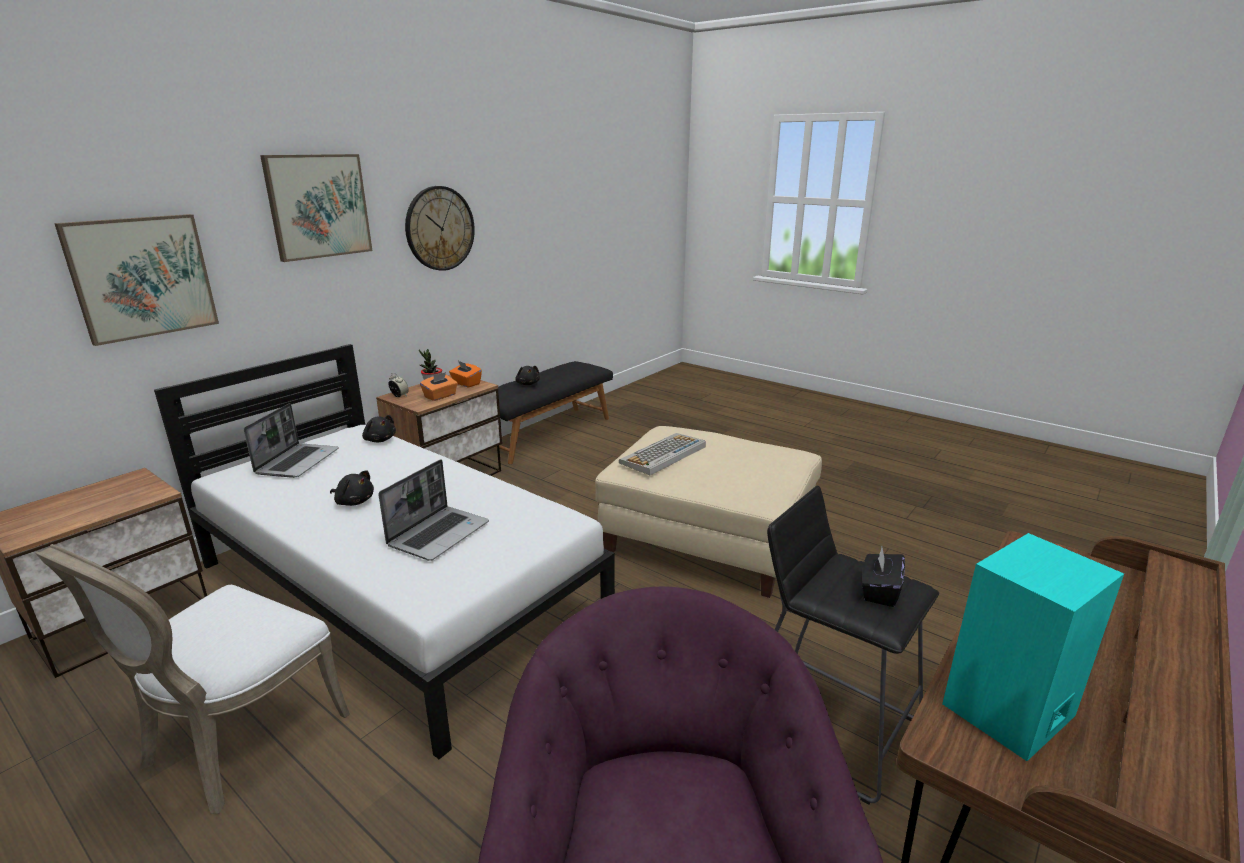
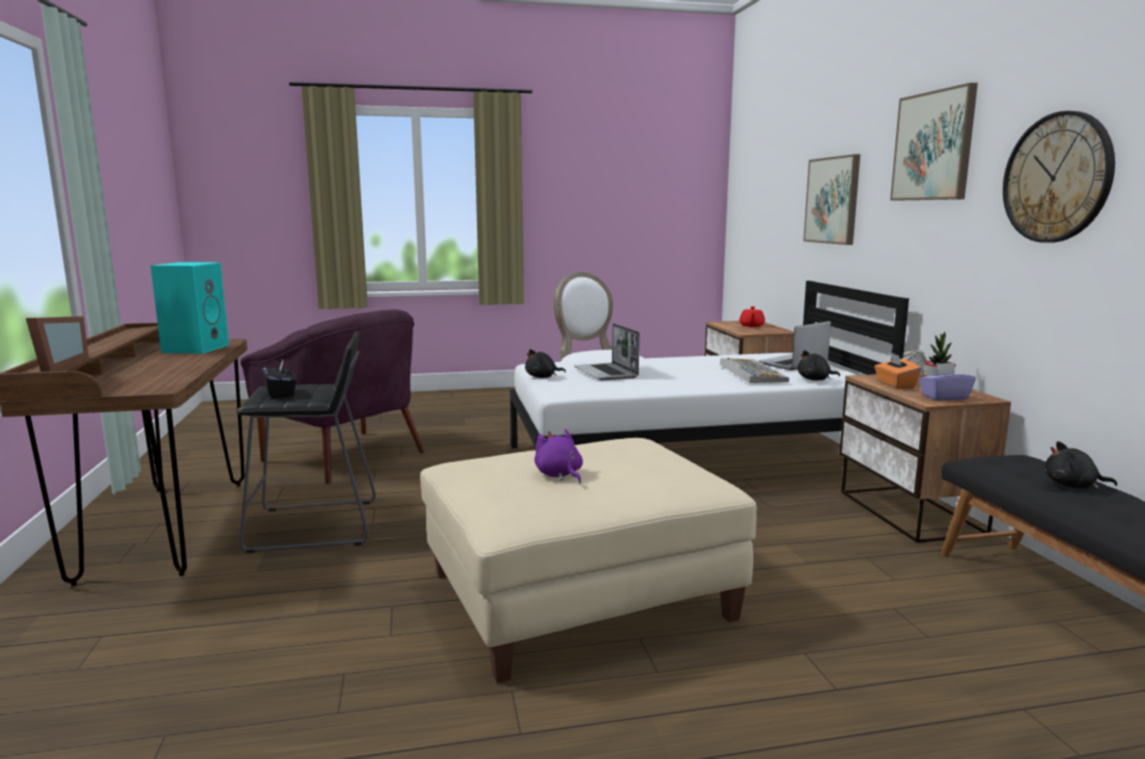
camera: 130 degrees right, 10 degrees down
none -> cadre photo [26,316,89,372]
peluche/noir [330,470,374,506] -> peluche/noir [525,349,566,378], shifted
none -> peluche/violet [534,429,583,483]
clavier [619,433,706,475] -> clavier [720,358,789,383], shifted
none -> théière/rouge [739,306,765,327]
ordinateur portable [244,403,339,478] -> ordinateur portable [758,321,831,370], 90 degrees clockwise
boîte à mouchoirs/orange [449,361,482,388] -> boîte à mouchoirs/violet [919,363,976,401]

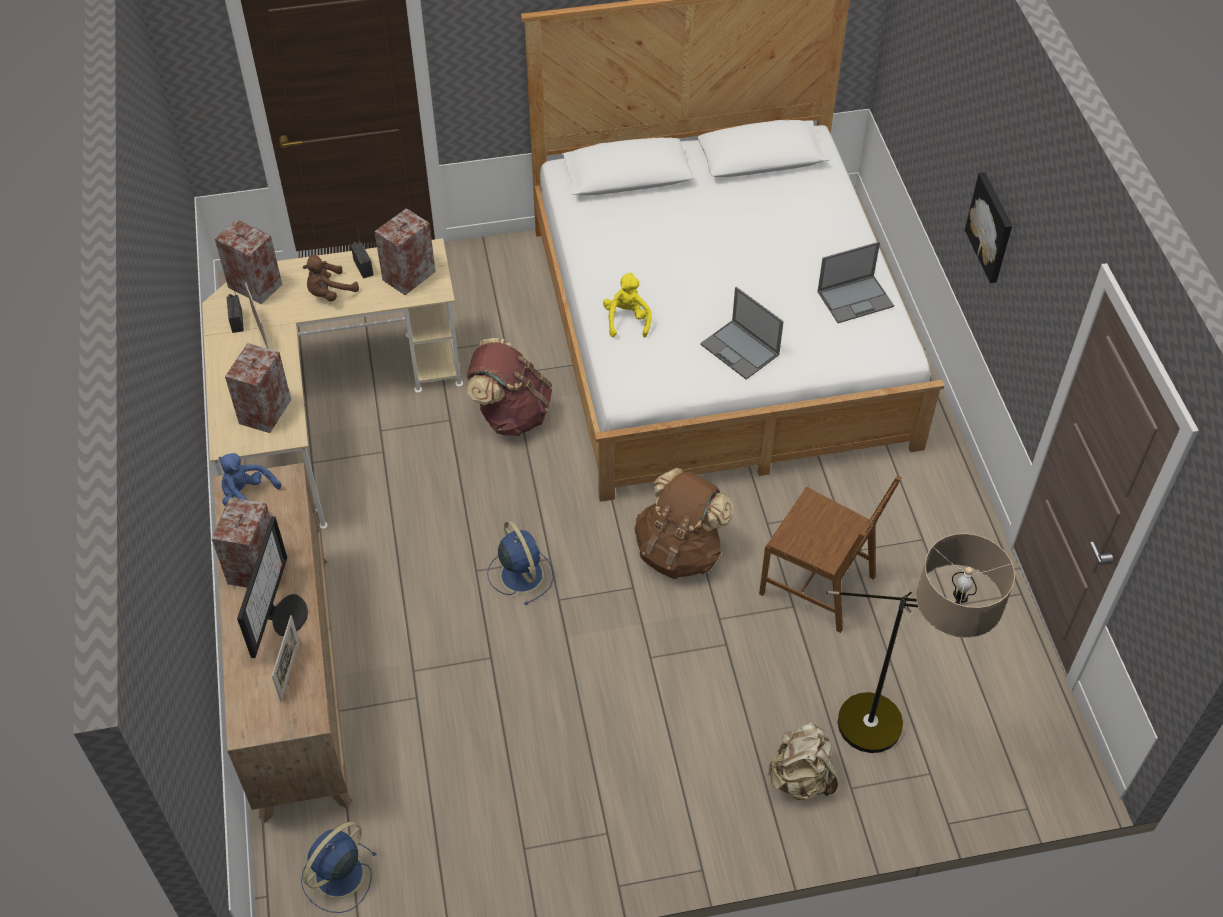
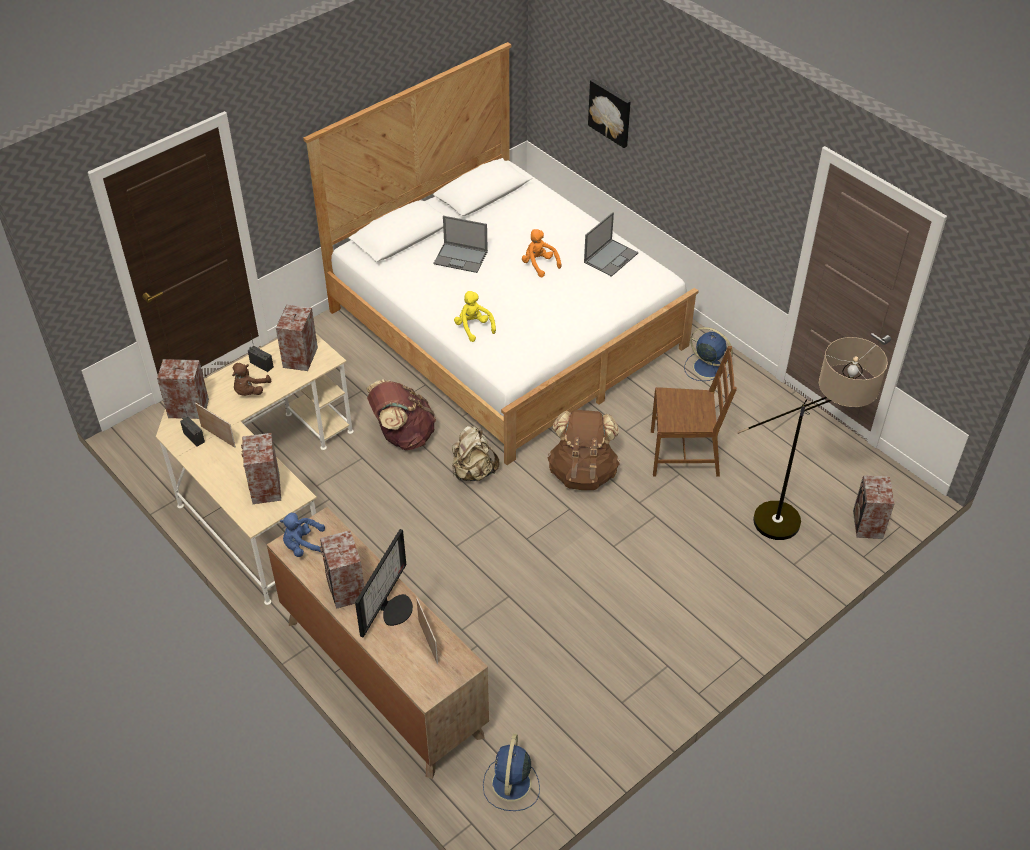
camera: 30 degrees left, 5 degrees down
écran d'ordinateur [237,516,308,658] -> écran d'ordinateur [355,529,413,637], 45 degrees clockwise
ordinateur portable [700,287,784,380] -> ordinateur portable [433,216,488,273], shifted
sac à dos/beige [767,722,838,800] -> sac à dos/beige [452,426,500,481], shifted
none -> peluche/orange [522,229,562,278]
tableau [965,172,1012,283] -> tableau [588,79,631,148], shifted
ventilateur/bleu [487,520,554,605] -> ventilateur/bleu [684,327,733,381], shifted
none -> enceinte [853,475,894,539]

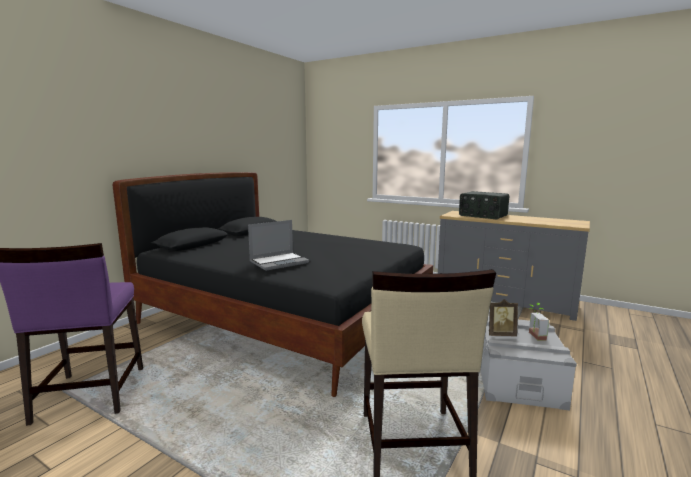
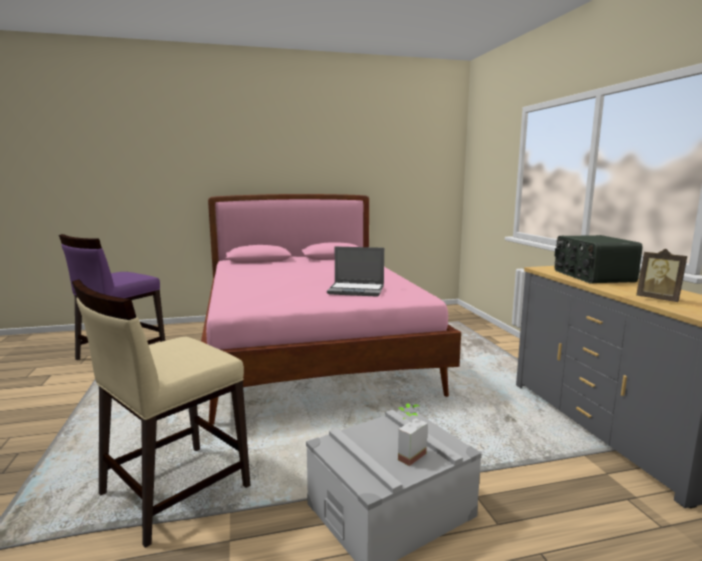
camera: 45 degrees right, 0 degrees up
lit/noir [112,172,433,397] -> lit/rose [201,194,461,425]
ordinateur portable [248,220,309,271] -> ordinateur portable [327,246,384,297], shifted
cadre photo [489,299,518,336] -> cadre photo [636,249,687,302], shifted

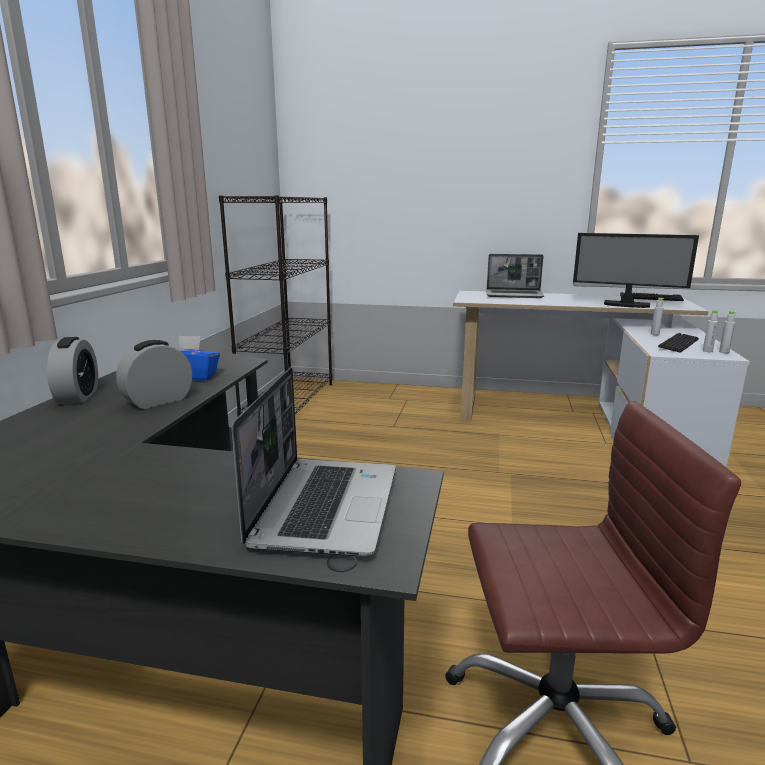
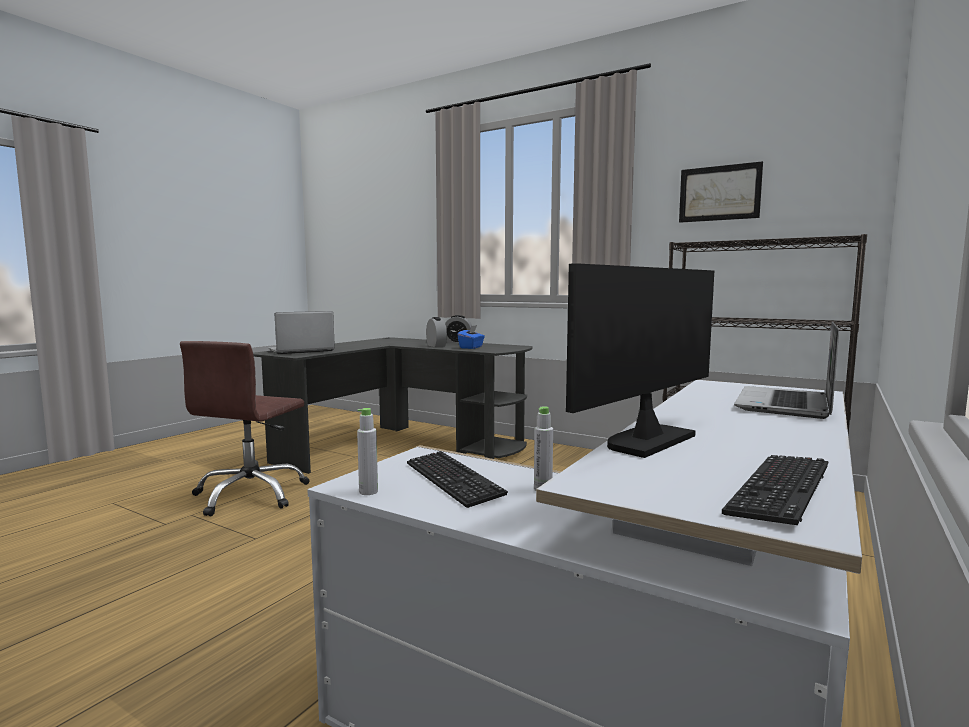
camera: 110 degrees right, 10 degrees down
ordinateur portable [232,367,396,556] -> ordinateur portable [268,311,335,354], 120 degrees clockwise
none -> tableau [679,161,763,223]
bouteille/gris [703,310,718,352] -> none

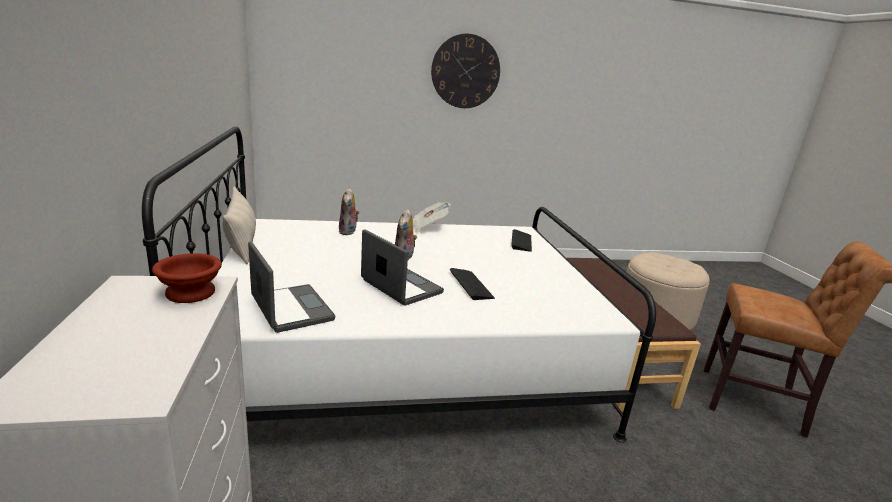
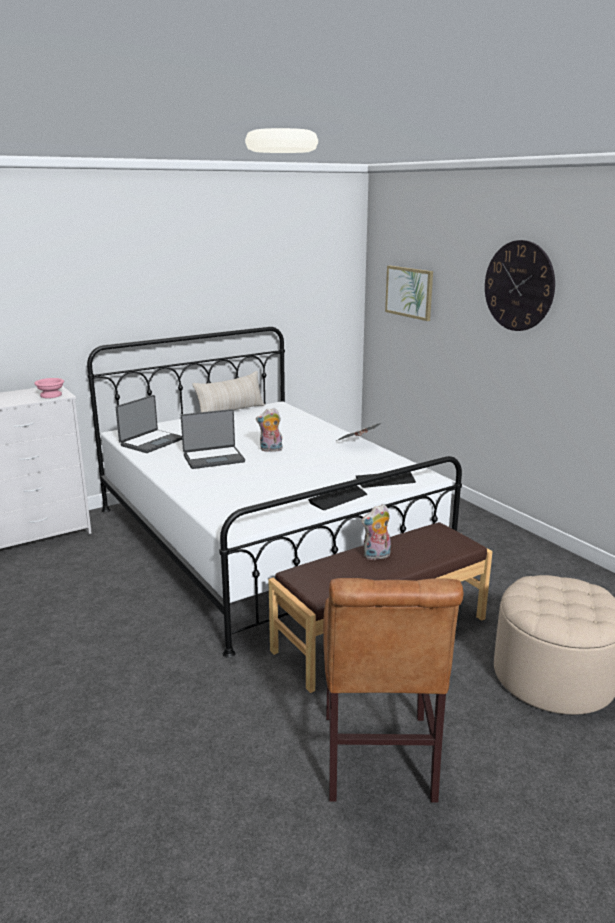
camera: 70 degrees right, 0 degrees up
bol/marron [152,253,222,303] -> bol/rose [34,378,64,398]
ordinateur portable [361,230,444,306] -> ordinateur portable [181,409,245,469], 45 degrees clockwise
clavier [450,268,495,300] -> clavier [308,485,367,510], shifted
peluche [339,188,360,235] -> peluche [361,504,391,560], shifted
none -> tableau [385,266,433,321]

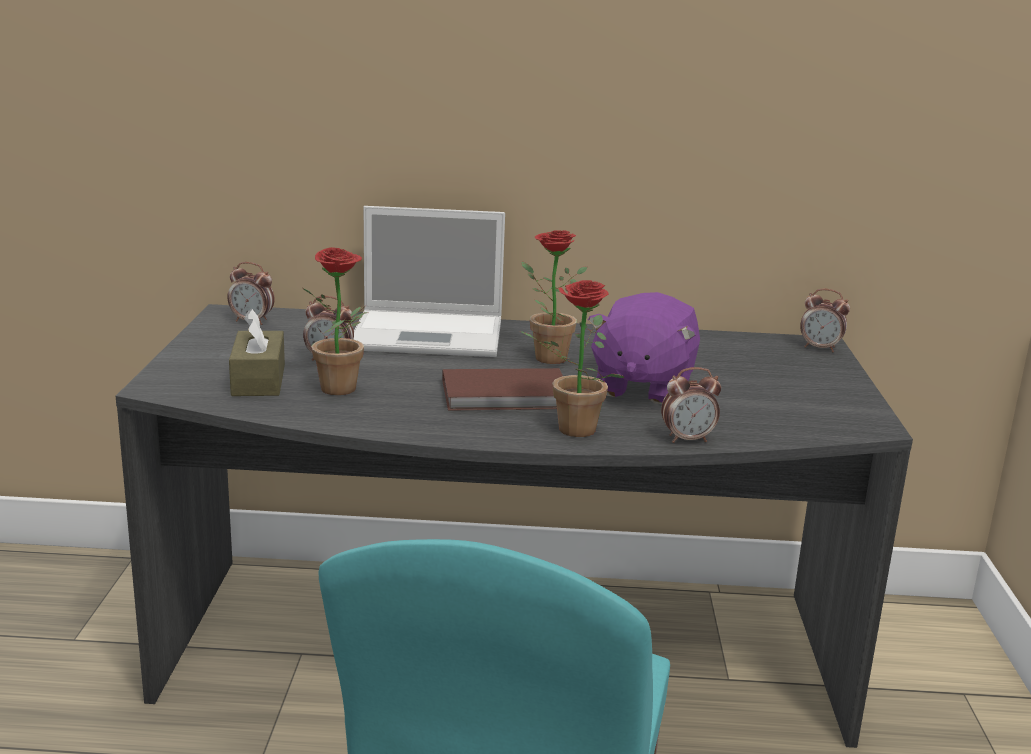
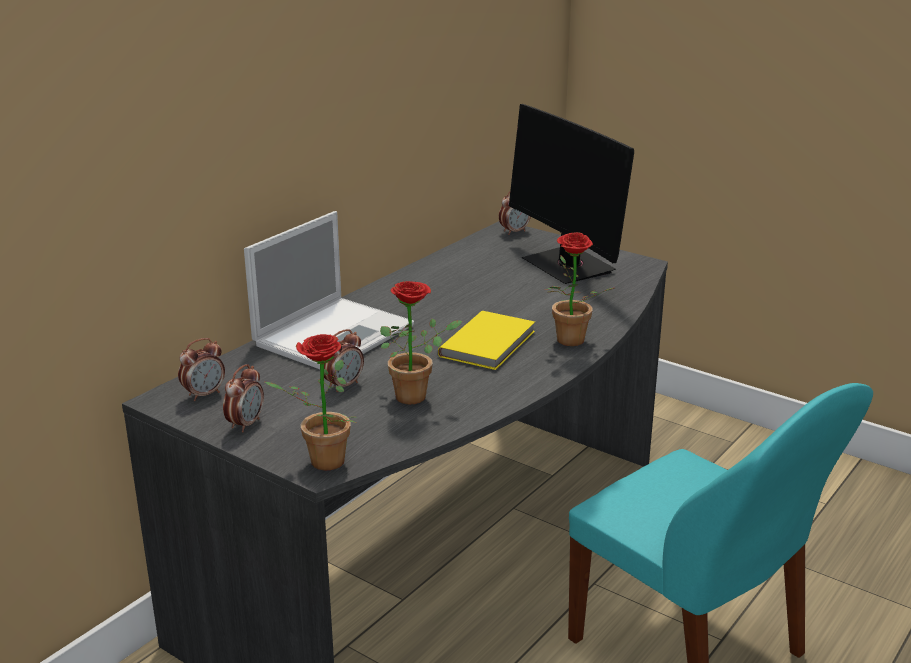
camera: 55 degrees left, 5 degrees up
réveil [661,367,721,443] -> réveil [223,364,264,433], shifted
plante en pot [521,230,587,364] -> plante en pot [265,334,356,470], shifted
livre/marron [442,368,563,411] -> livre/jaune [438,311,535,370]
none -> écran d'ordinateur [509,104,634,284]
boîte à mouchoirs/marron [229,309,285,396] -> none
peluche/violet [588,292,700,404] -> none

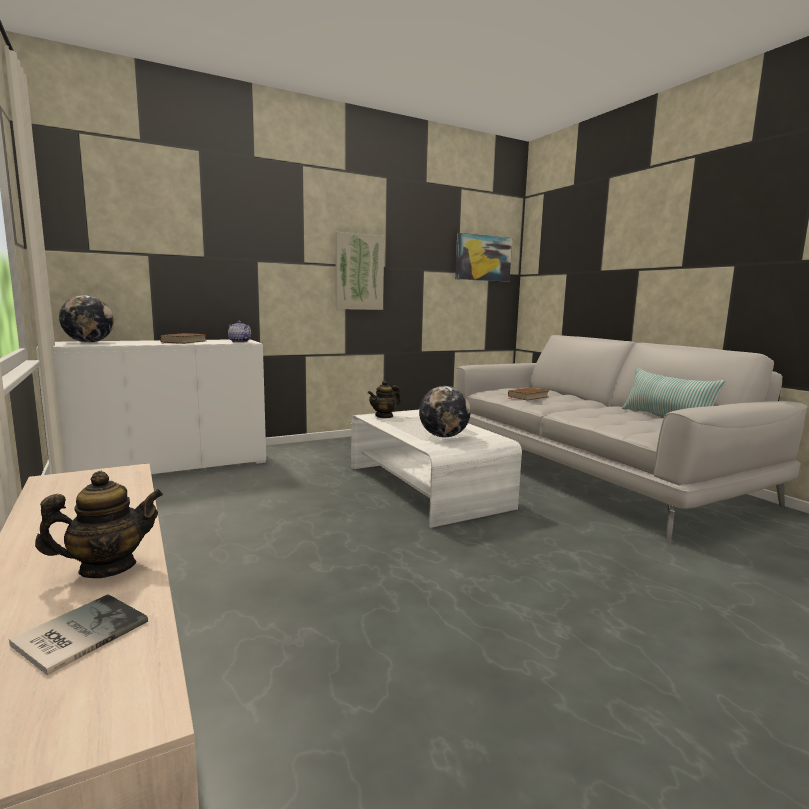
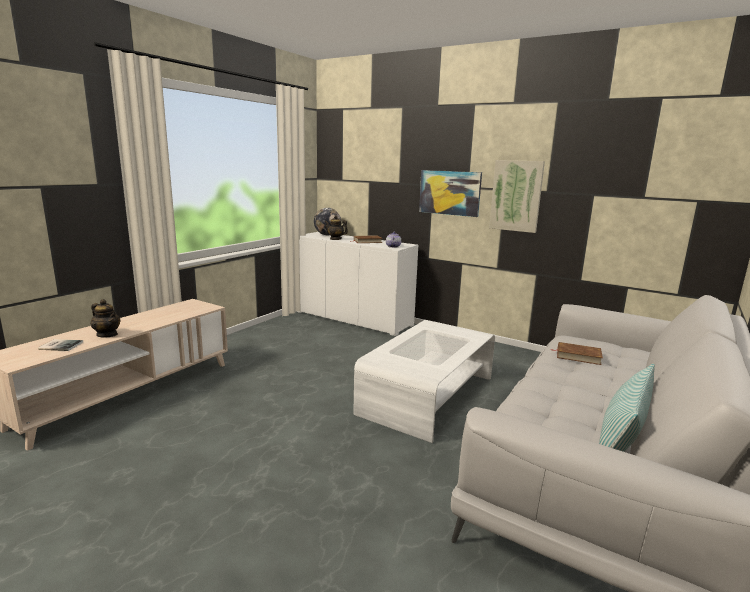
camera: 60 degrees right, 5 degrees up
théière [368,380,401,418] -> théière [325,215,348,240], shifted
tableau [455,233,512,282] -> tableau [419,170,482,217], shifted
globe [419,386,471,437] -> none

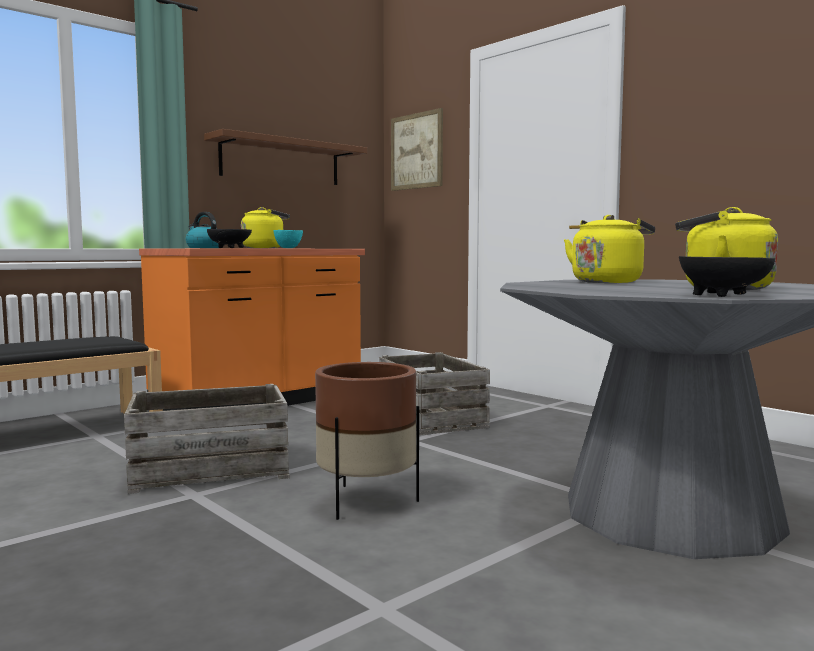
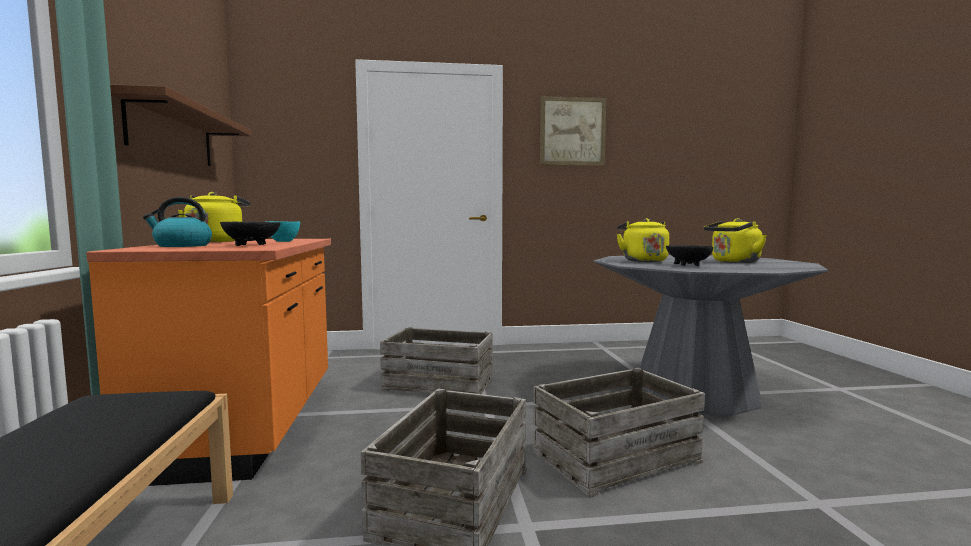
camera: 55 degrees left, 0 degrees up
cache-pot/marron [315,362,419,520] -> caisse [533,368,705,498]
tableau [391,108,443,191] -> tableau [540,96,606,166], shifted
bol/noir [679,256,775,297] -> bol/noir [666,245,713,266], shifted

